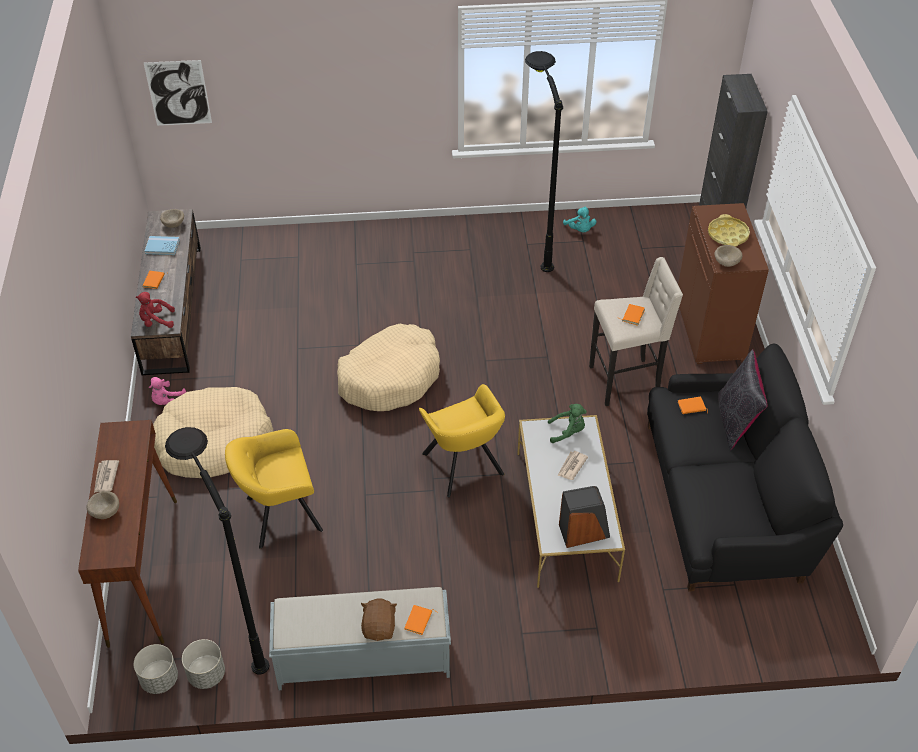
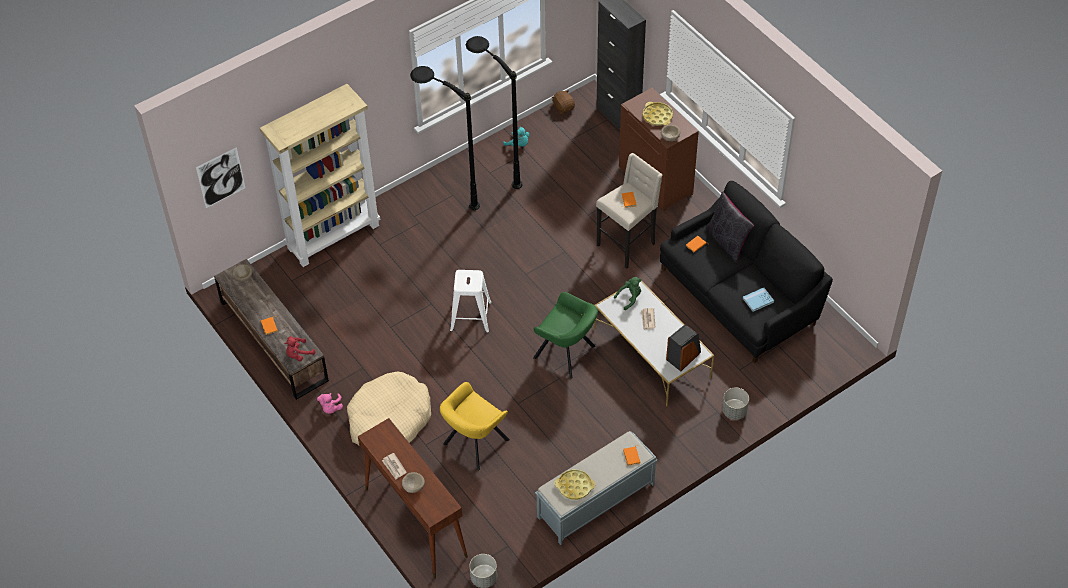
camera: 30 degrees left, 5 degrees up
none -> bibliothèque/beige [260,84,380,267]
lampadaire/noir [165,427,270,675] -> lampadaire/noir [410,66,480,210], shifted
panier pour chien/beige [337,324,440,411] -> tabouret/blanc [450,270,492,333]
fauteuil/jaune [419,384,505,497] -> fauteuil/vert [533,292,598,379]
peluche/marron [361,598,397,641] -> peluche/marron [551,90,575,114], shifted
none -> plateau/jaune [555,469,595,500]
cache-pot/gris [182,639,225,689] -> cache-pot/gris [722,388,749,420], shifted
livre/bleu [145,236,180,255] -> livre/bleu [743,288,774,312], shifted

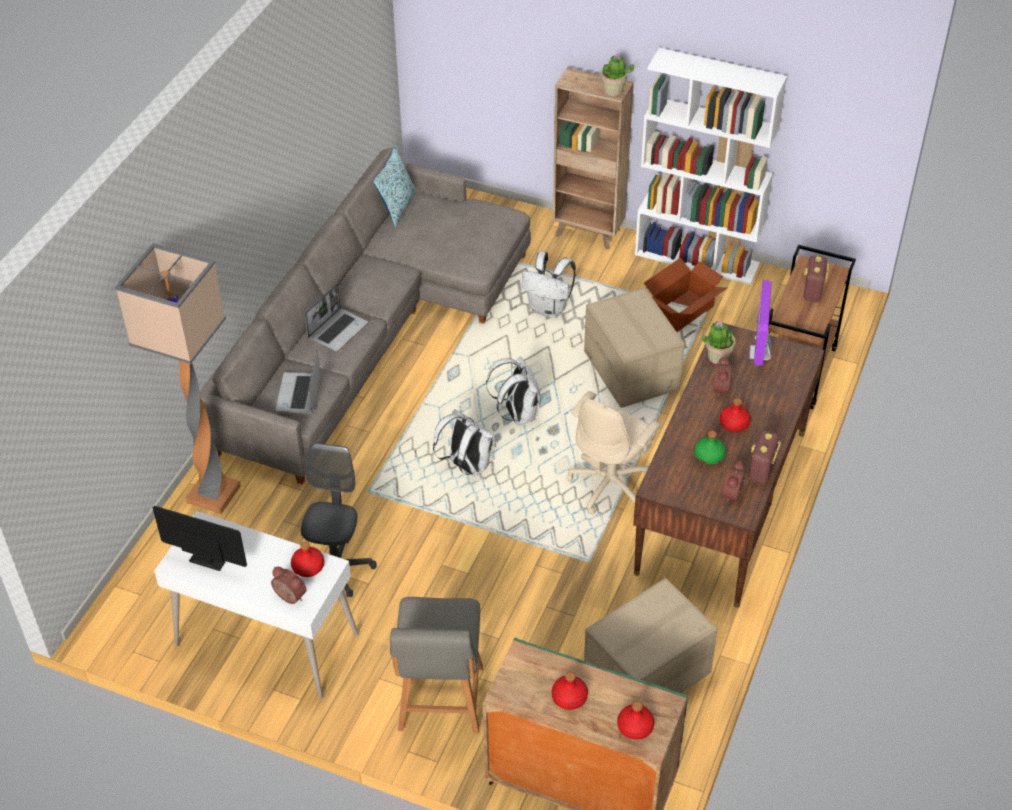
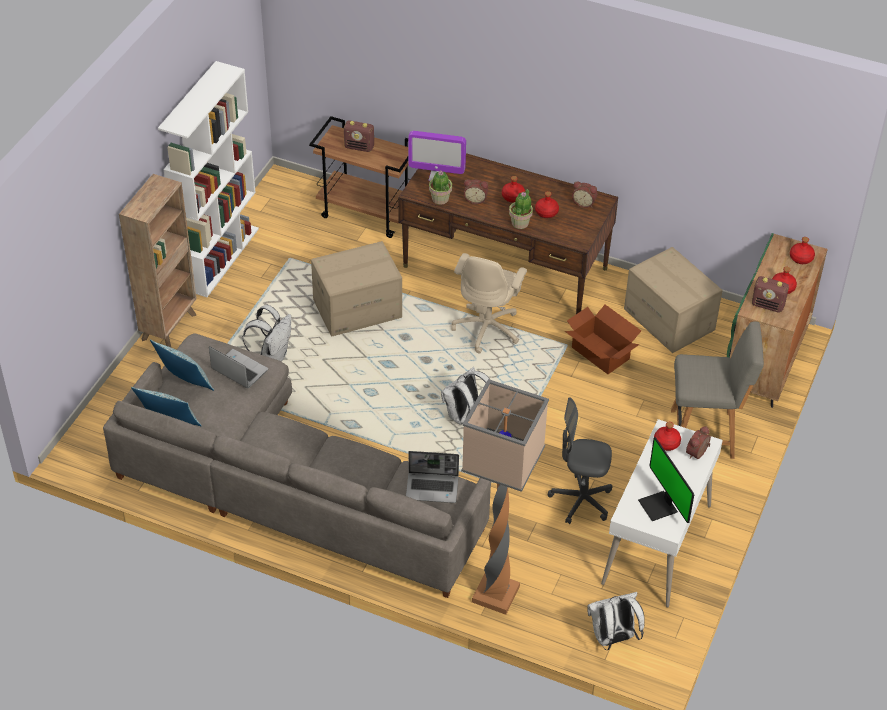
camera: 90 degrees left, 0 degrees up
none -> coussin [150,339,214,391]
ordinateur portable [305,283,368,352] -> ordinateur portable [209,346,268,388], shifted
chaise de bureau/beige [566,391,661,515] -> chaise de bureau/beige [451,253,527,354], 75 degrees clockwise
plante en pot [601,54,634,96] -> plante en pot [509,189,533,229], shifted
bouteille/vert [694,431,726,465] -> bouteille/rouge [535,191,559,218]
carton [644,258,727,332] -> carton [565,305,641,374], shifted
sac à dos/blanc [486,357,541,425] -> sac à dos/blanc [587,592,645,650], shifted
écran d'ordinateur [153,506,247,571] -> écran d'ordinateur [638,437,694,523], 45 degrees counterclockwise
radio [748,431,781,484] -> radio [752,276,789,313], shifted

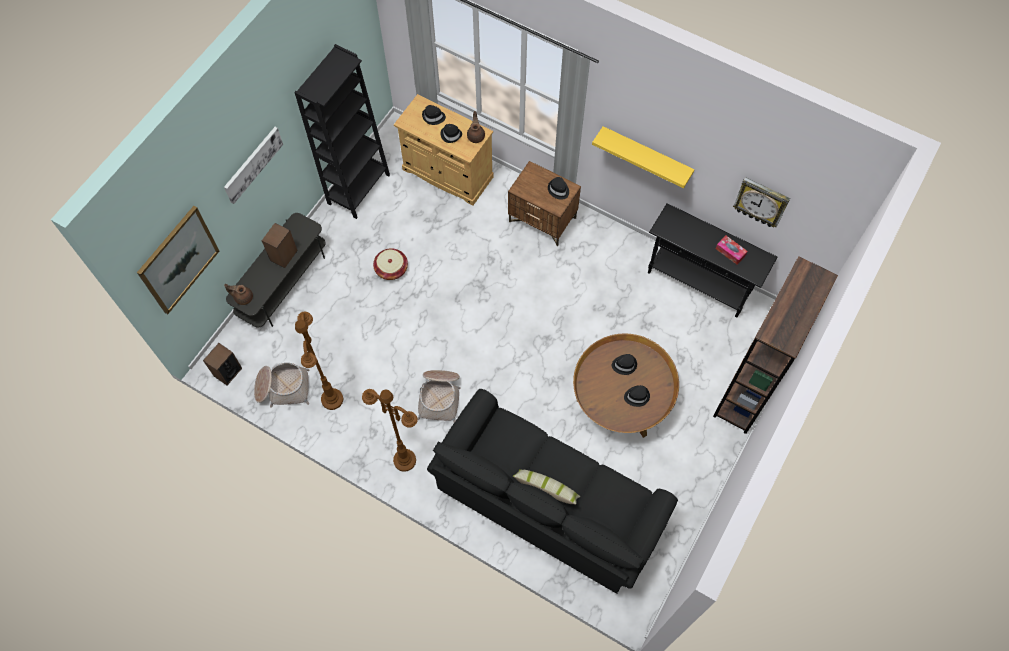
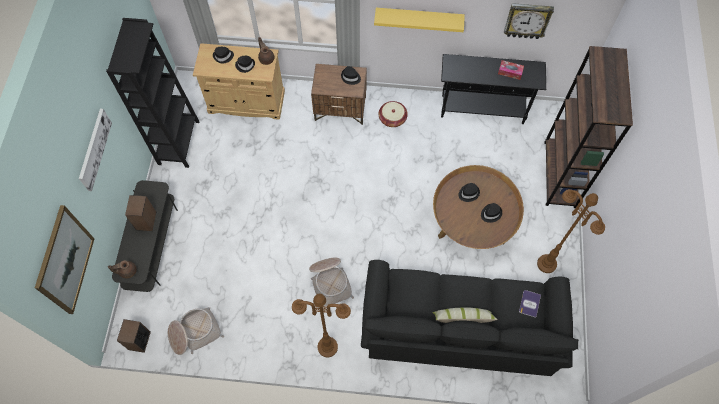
camera: 25 degrees left, 0 degrees up
panier [373,248,408,280] -> panier [379,101,408,127], shifted
none -> livre [519,290,541,318]
lampadaire/marron [295,311,343,410] -> lampadaire/marron [537,189,605,273], shifted

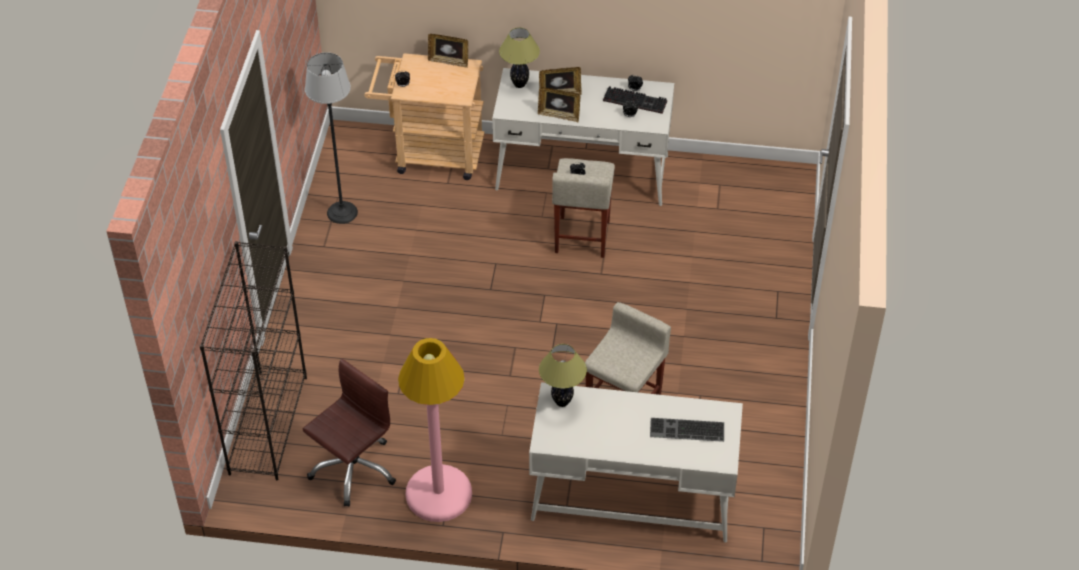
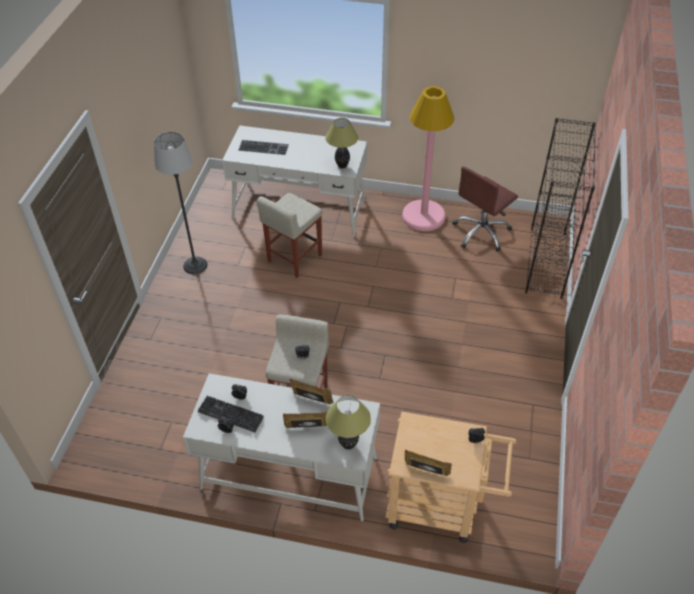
camera: 175 degrees left, 0 degrees up
lampadaire [305,52,358,224] -> lampadaire [154,132,208,274], shifted

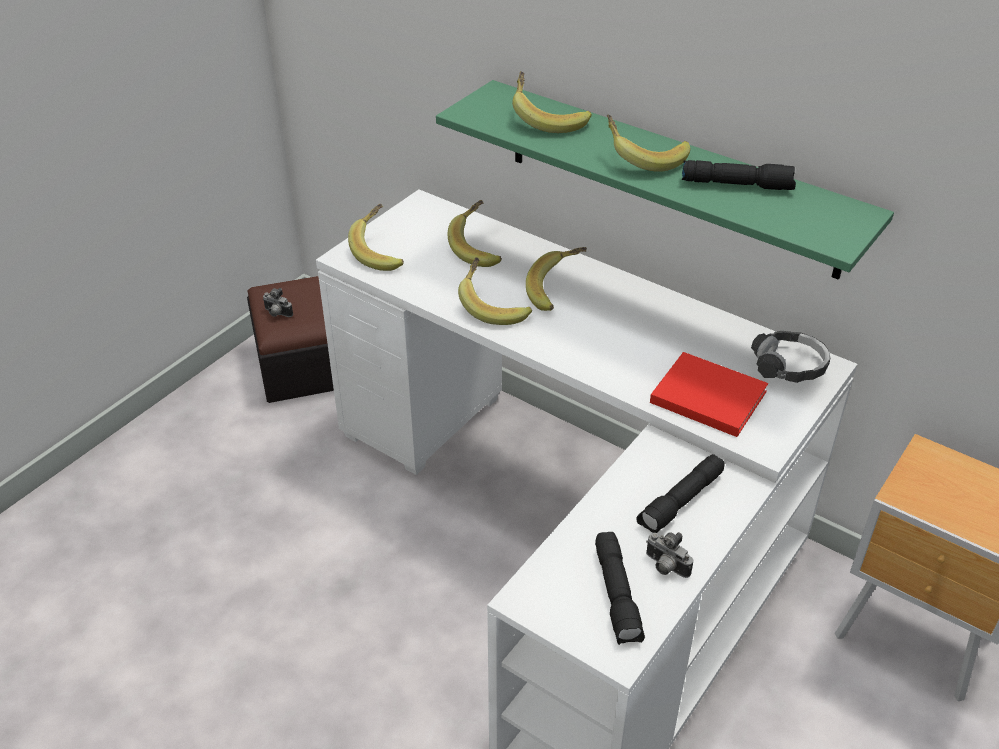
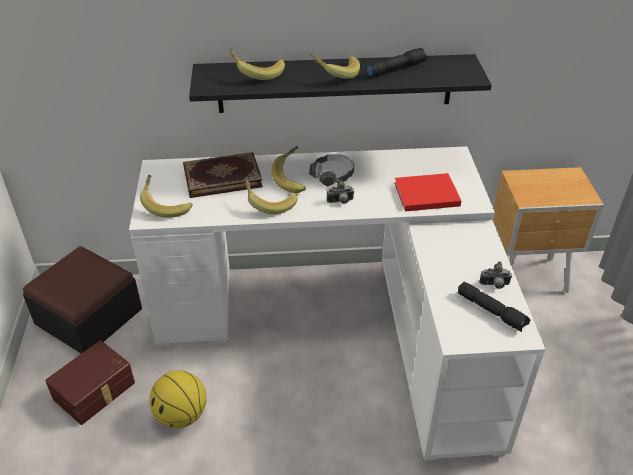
camera: 40 degrees left, 0 degrees up
none -> boîte de rangement/marron [45,340,135,425]
none -> ballon de basket [149,371,207,428]
banane [448,200,502,267] -> livre [183,152,263,198]
étagère/vert [436,80,894,280] -> étagère/noir [189,54,492,113]
casque audio [751,331,830,383] -> casque audio [309,154,354,187], shifted
appareil photo [262,288,293,317] -> appareil photo [327,179,354,204], shifted
lampe de poche/noir [637,454,724,533] -> none

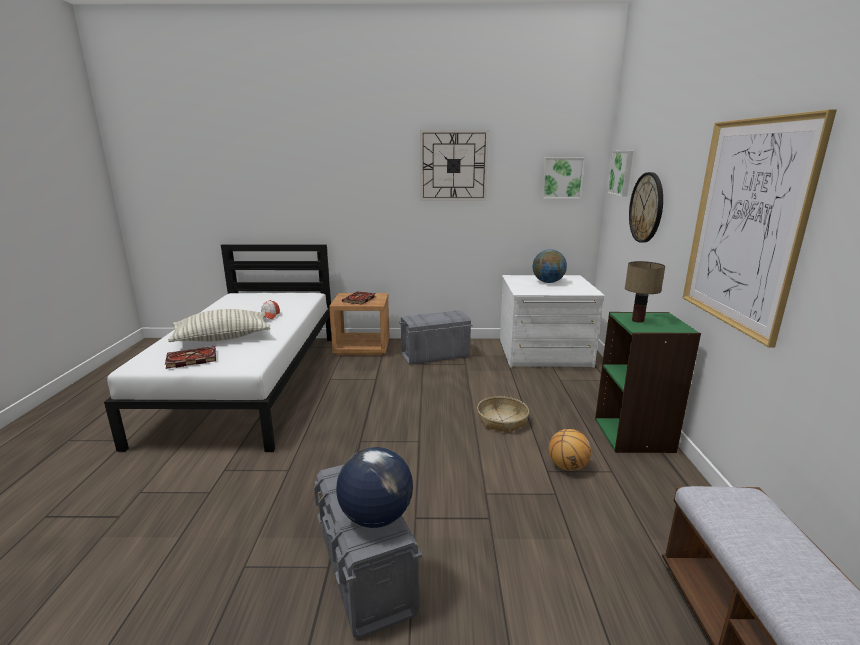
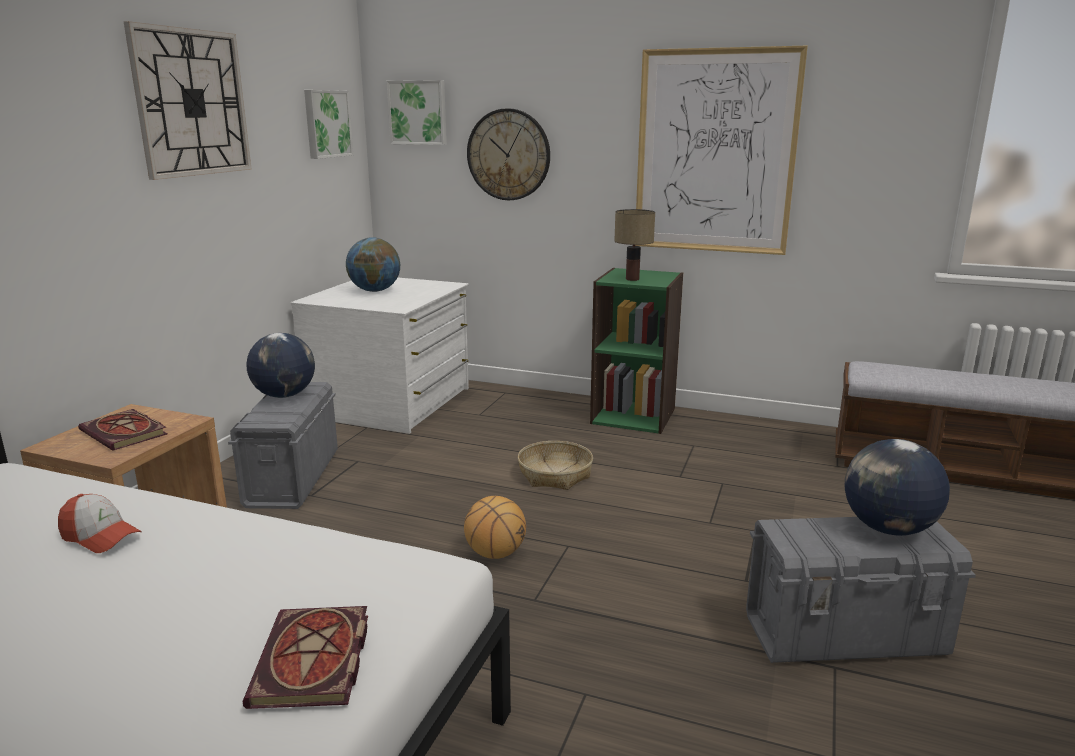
camera: 70 degrees left, 0 degrees up
none -> globe [247,333,315,398]
ballon de basket [549,429,591,471] -> ballon de basket [464,496,526,559], shifted
coussin [168,309,270,342] -> none

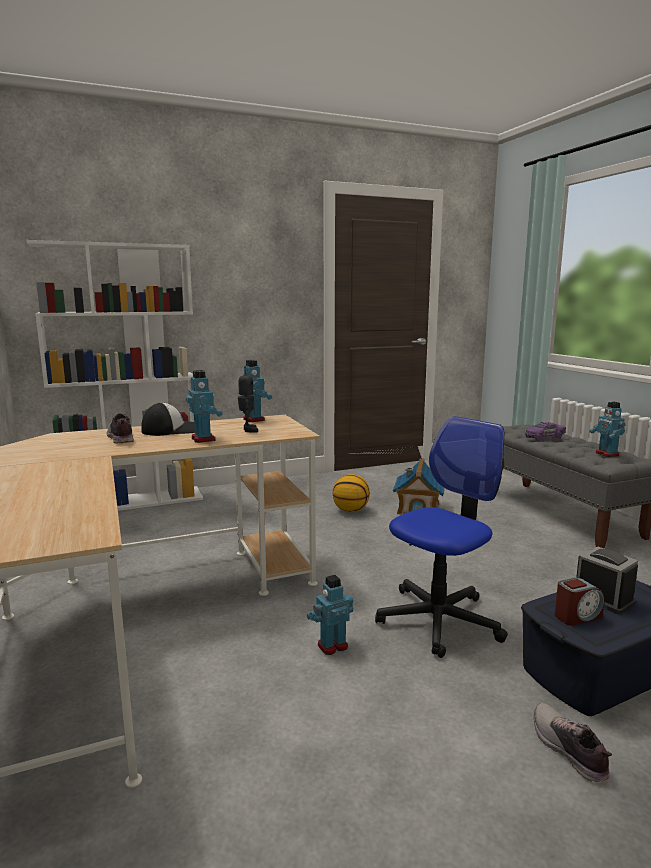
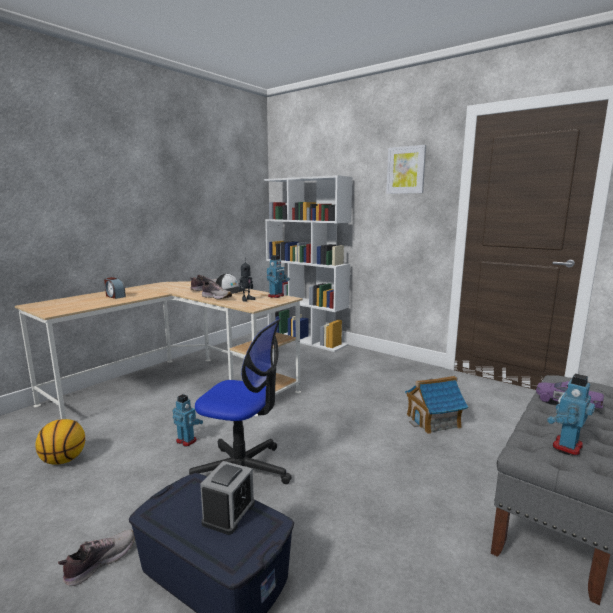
camera: 60 degrees right, 0 degrees up
ballon de basket [333,474,370,512] -> ballon de basket [35,419,85,465], shifted
réveil [554,578,604,626] -> réveil [104,277,126,299], shifted
robot jouet [186,370,223,443] -> chaussure [202,281,232,299]
none -> tableau [386,145,426,194]

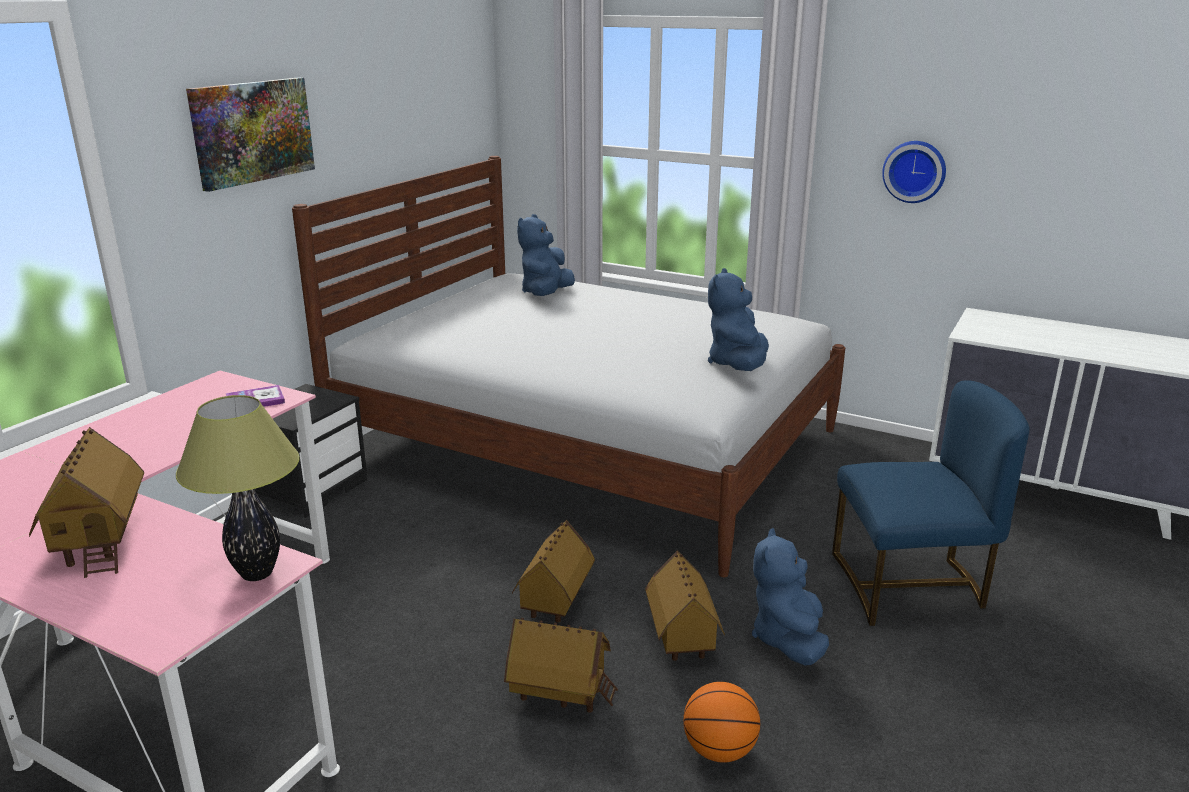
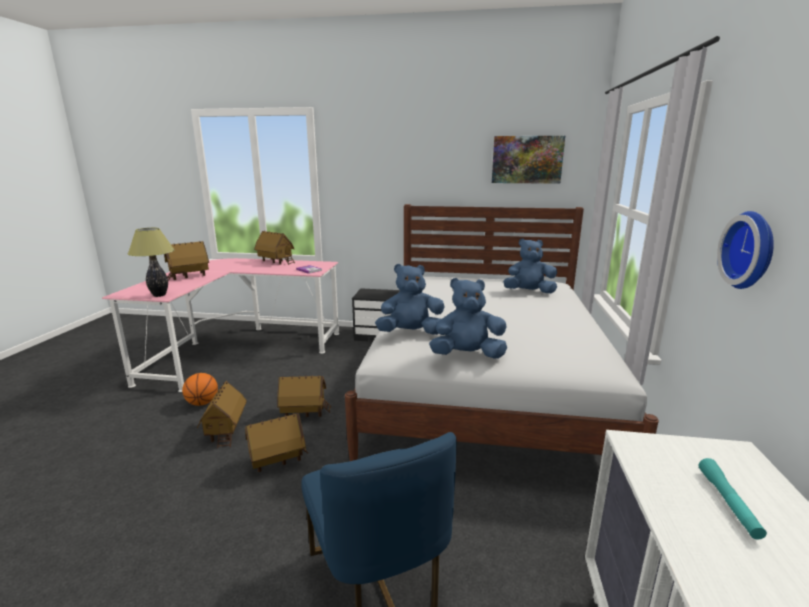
camera: 70 degrees right, 5 degrees down
ballon de basket [683,682,760,763] -> ballon de basket [182,373,218,406], shifted
none -> maison miniature [254,231,295,265]
peluche/bleu [752,528,829,665] -> peluche/bleu [375,264,444,335], shifted
tableau [186,77,315,192] -> tableau [492,136,565,184], shifted
none -> lampe de poche/turquoise [698,458,767,539]

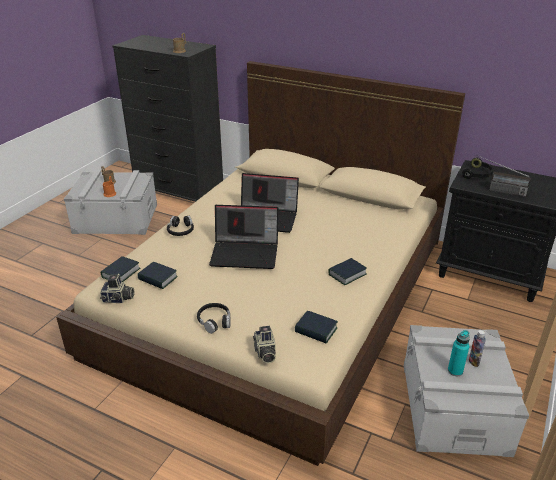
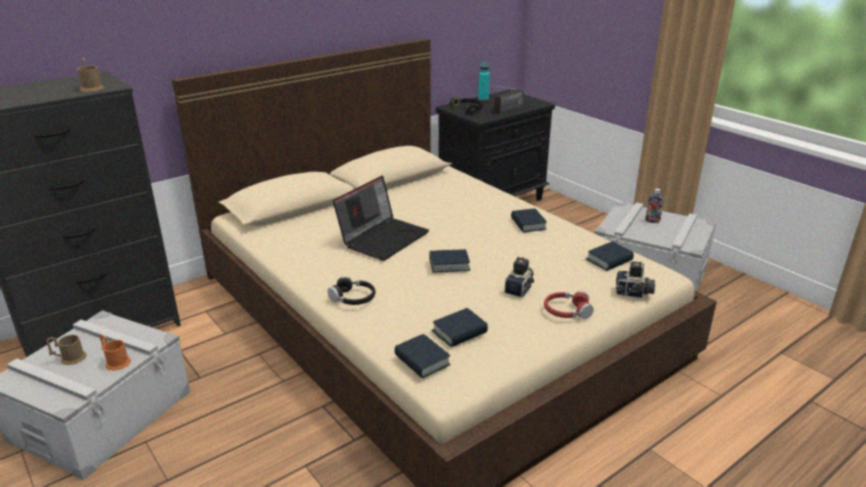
camera: 65 degrees left, 5 degrees down
ordinateur portable [209,205,278,269] -> livre [429,249,470,272]
bouteille/turquoise [448,330,470,376] -> bouteille/turquoise [478,62,490,101], shifted
appareil photo [100,274,134,303] -> appareil photo [505,256,534,298], shifted
casque audio/noir [197,303,231,334] -> casque audio/rouge [544,291,594,319]

